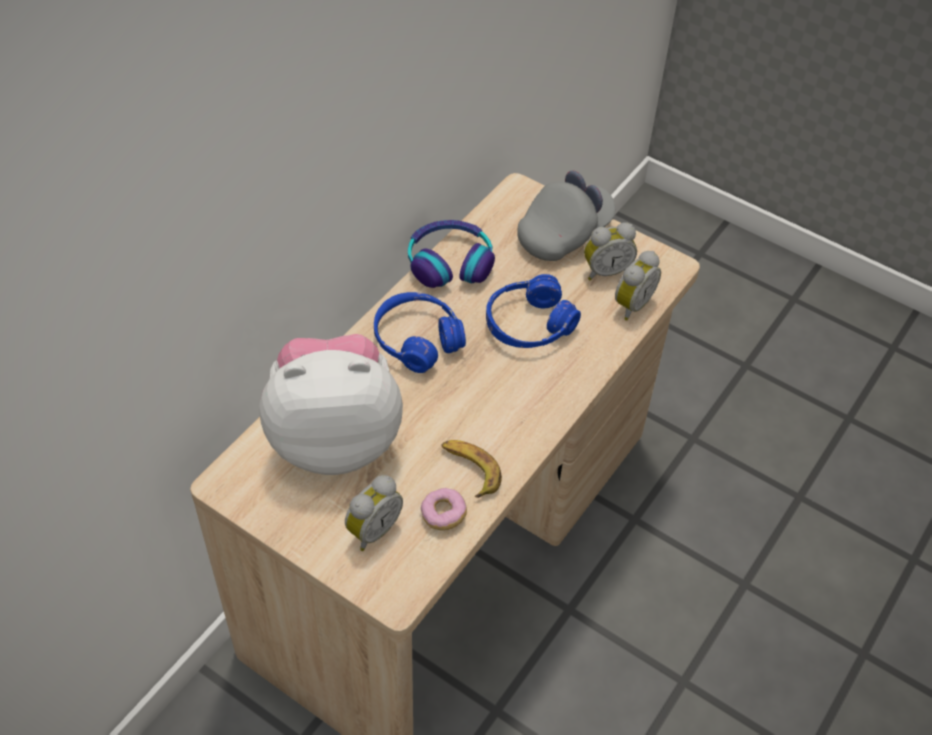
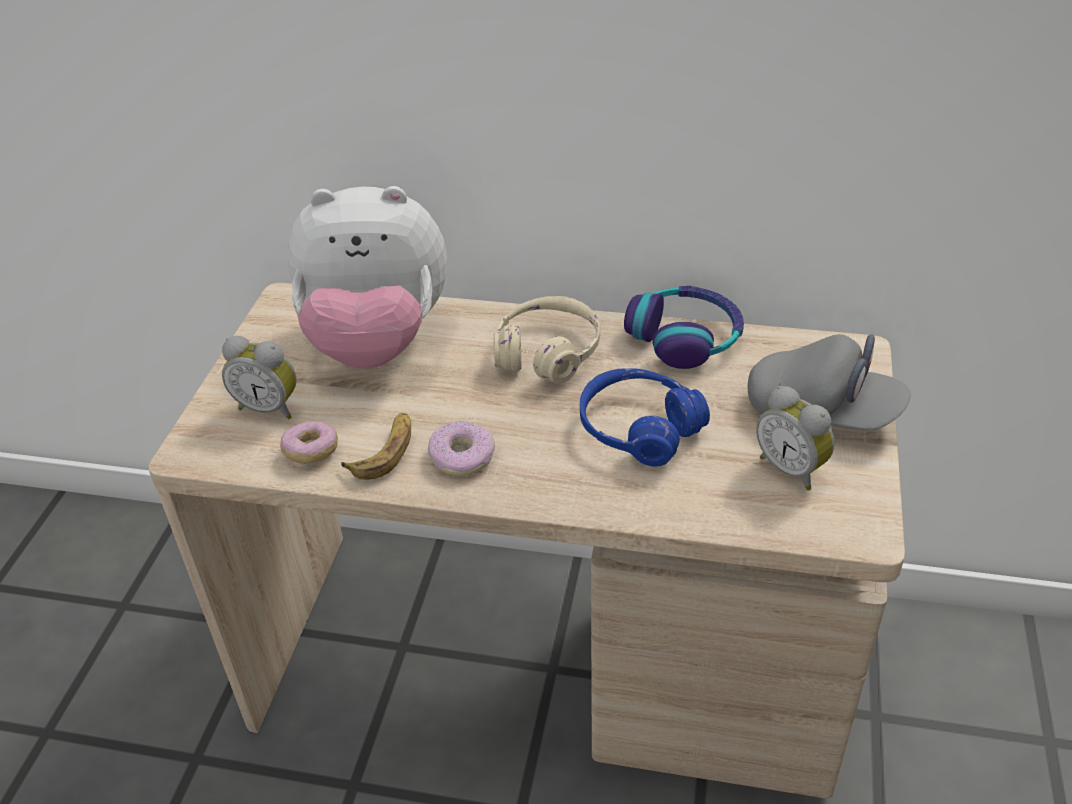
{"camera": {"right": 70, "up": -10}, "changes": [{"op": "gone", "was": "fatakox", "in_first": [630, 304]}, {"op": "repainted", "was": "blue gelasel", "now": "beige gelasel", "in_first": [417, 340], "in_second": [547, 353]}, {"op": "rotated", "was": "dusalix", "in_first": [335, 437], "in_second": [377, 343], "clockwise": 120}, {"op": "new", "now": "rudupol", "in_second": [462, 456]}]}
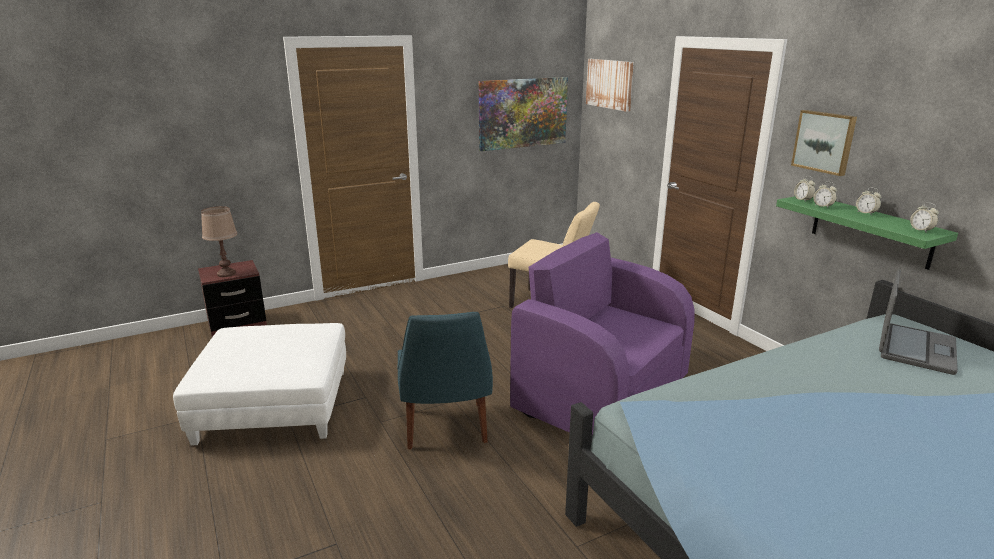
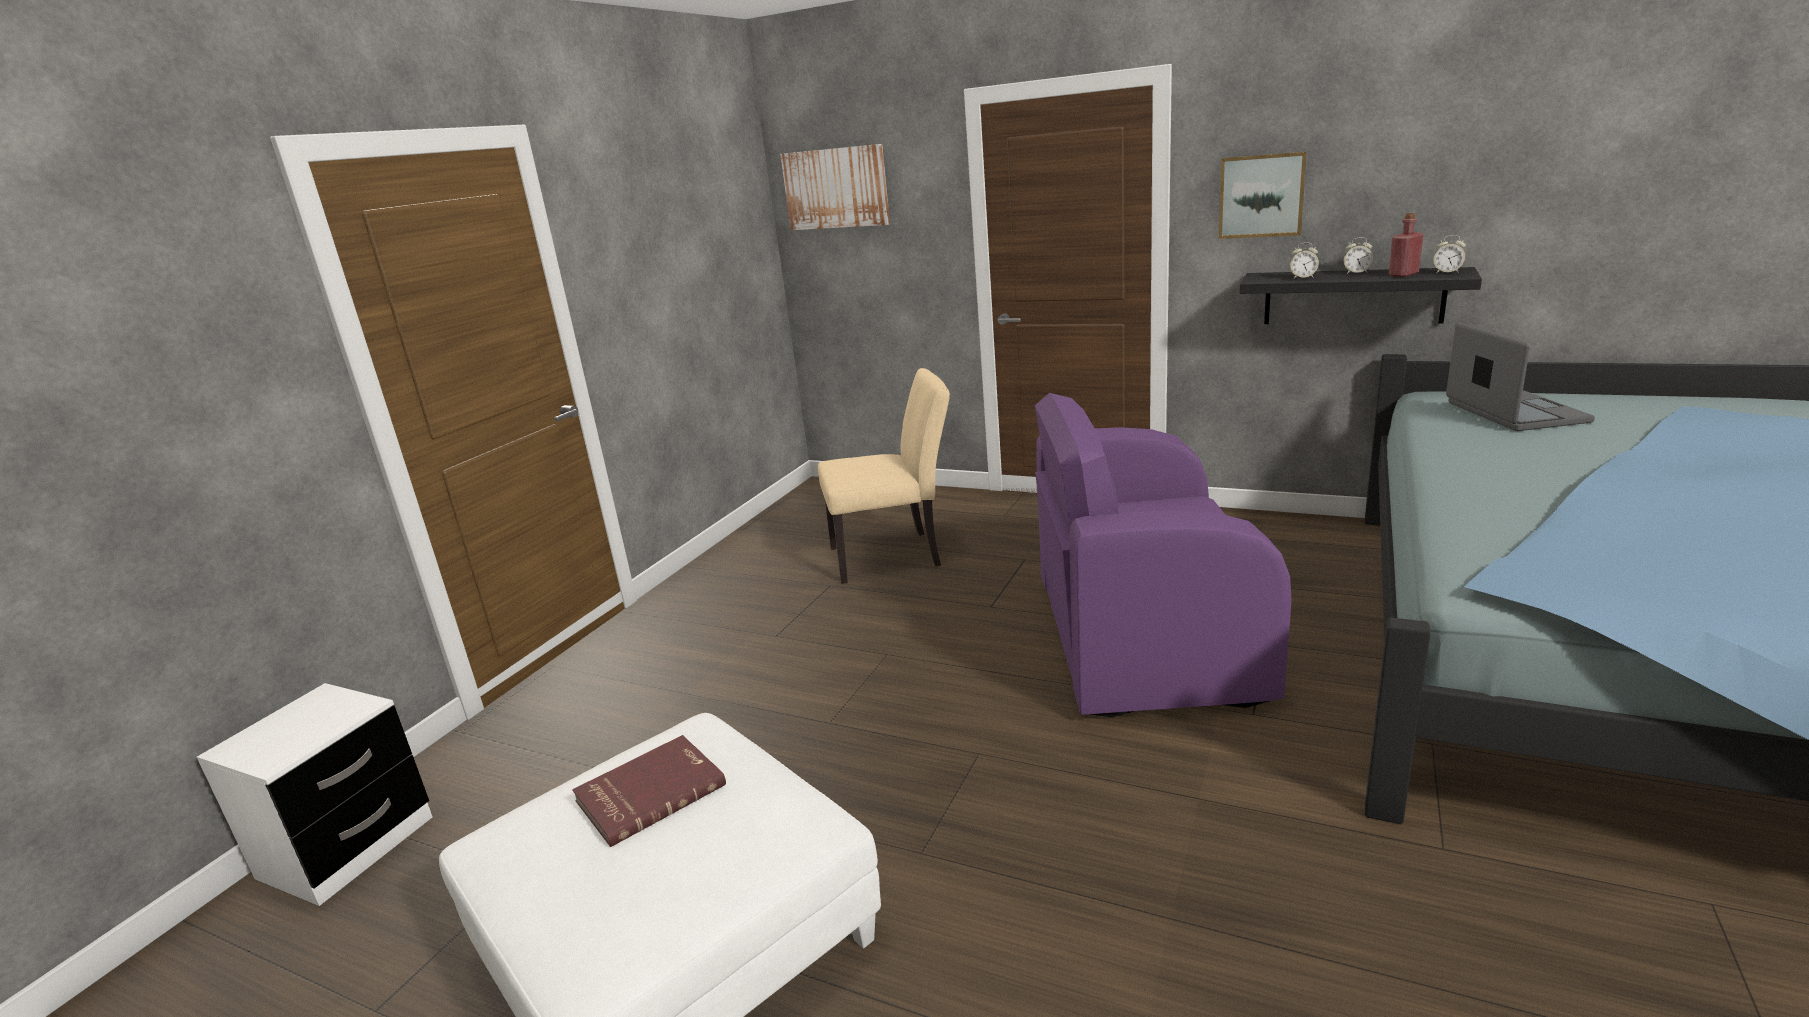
{"camera": {"right": -35, "up": 0}, "changes": [{"op": "gone", "was": "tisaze", "in_first": [523, 113]}, {"op": "gone", "was": "fatakox", "in_first": [802, 200]}, {"op": "repainted", "was": "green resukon", "now": "black resukon", "in_first": [870, 230], "in_second": [1352, 297]}, {"op": "gone", "was": "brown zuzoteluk", "in_first": [226, 274]}, {"op": "repainted", "was": "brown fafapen", "now": "white fafapen", "in_first": [237, 326], "in_second": [347, 848]}, {"op": "gone", "was": "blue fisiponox", "in_first": [445, 428]}, {"op": "new", "now": "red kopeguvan", "in_second": [1403, 274]}, {"op": "new", "now": "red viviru", "in_second": [649, 792]}]}
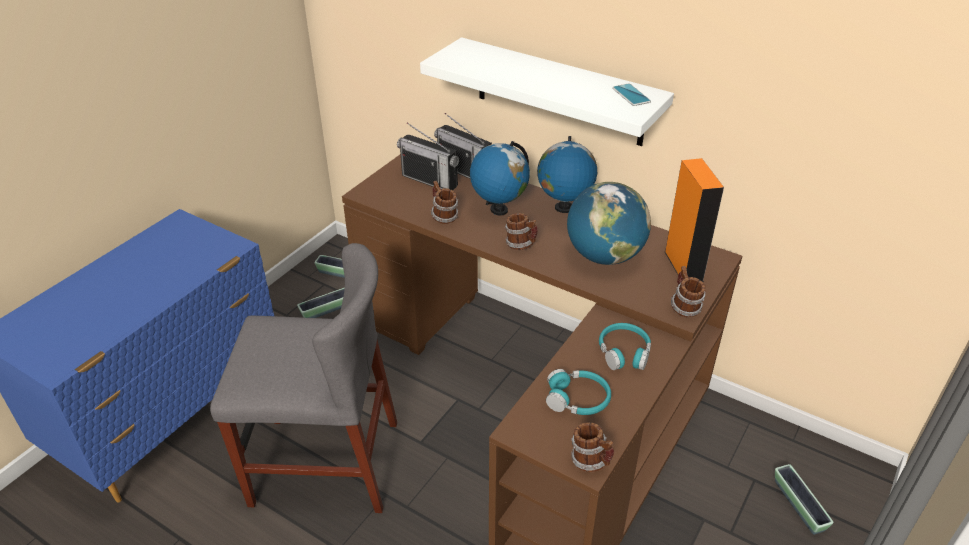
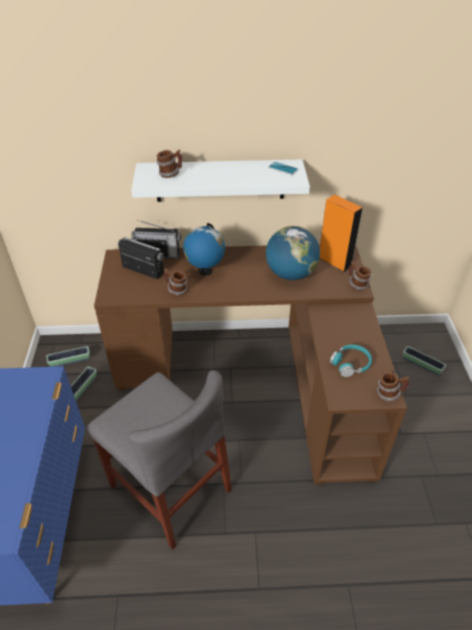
{"camera": {"right": -35, "up": 5}, "changes": [{"op": "rotated", "was": "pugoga", "in_first": [430, 180], "in_second": [143, 270], "clockwise": -150}, {"op": "gone", "was": "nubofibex", "in_first": [564, 208]}, {"op": "shifted", "was": "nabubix", "in_first": [521, 245], "in_second": [170, 174]}, {"op": "rotated", "was": "grey fisiponox", "in_first": [325, 463], "in_second": [170, 487], "clockwise": 75}, {"op": "gone", "was": "turquoise gelasel", "in_first": [624, 352]}]}
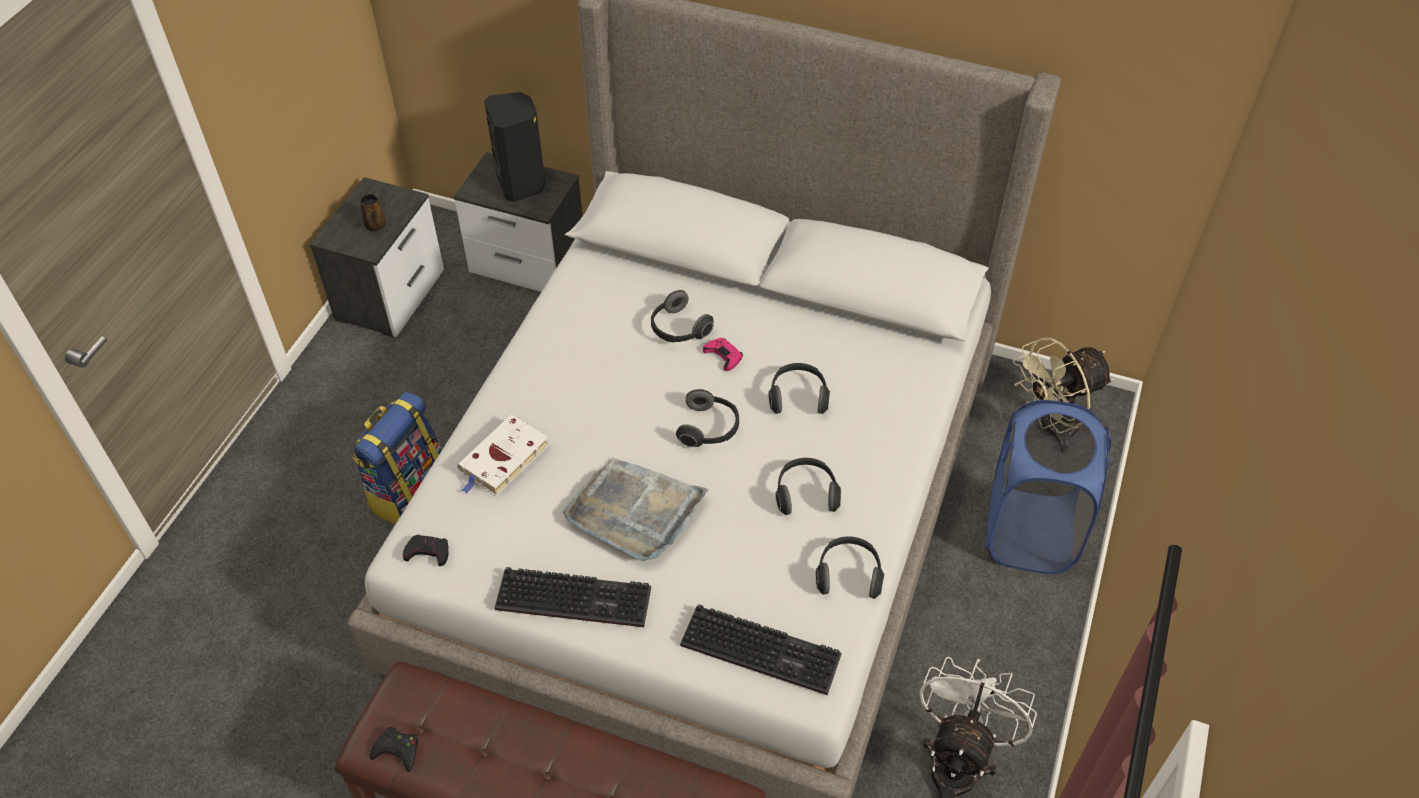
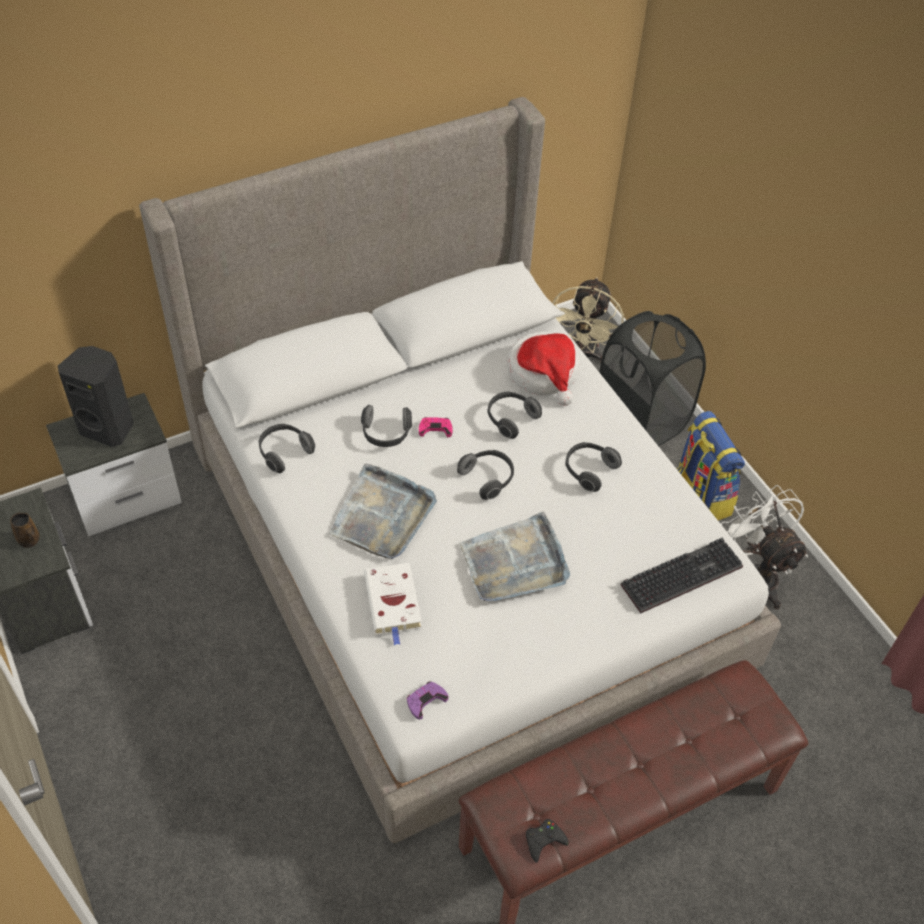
{"camera": {"right": -50, "up": 0}, "changes": [{"op": "shifted", "was": "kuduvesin", "in_first": [408, 491], "in_second": [700, 496]}, {"op": "repainted", "was": "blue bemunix", "now": "black bemunix", "in_first": [1030, 532], "in_second": [640, 420]}, {"op": "repainted", "was": "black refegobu", "now": "purple refegobu", "in_first": [428, 552], "in_second": [426, 701]}, {"op": "shifted", "was": "gelasel", "in_first": [848, 574], "in_second": [284, 452]}, {"op": "gone", "was": "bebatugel", "in_first": [576, 597]}, {"op": "new", "now": "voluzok", "in_second": [544, 374]}, {"op": "new", "now": "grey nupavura", "in_second": [383, 515]}]}
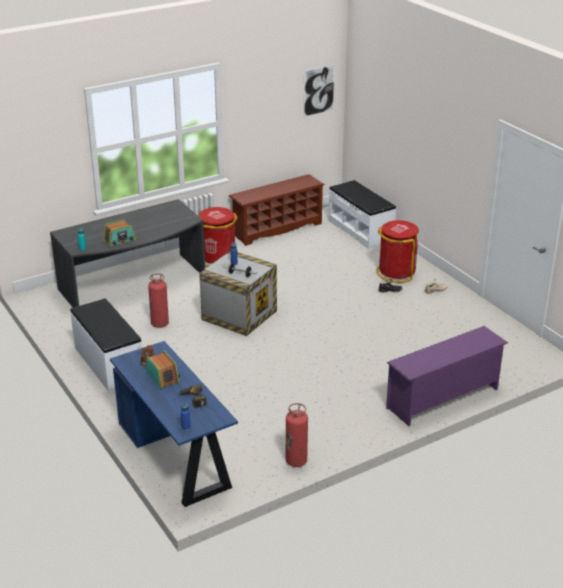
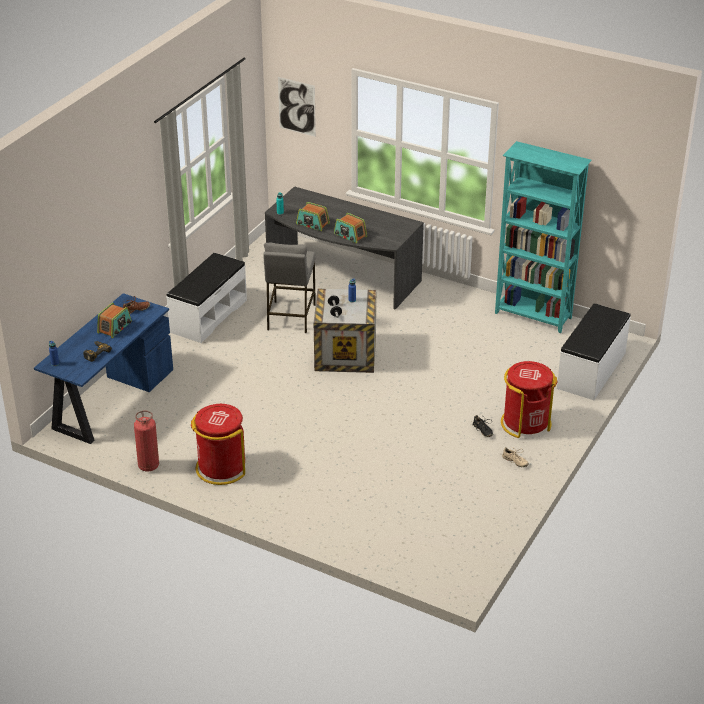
{"camera": {"right": 60, "up": 5}, "changes": [{"op": "shifted", "was": "tisaze", "in_first": [319, 90], "in_second": [296, 106]}, {"op": "swapped", "was": "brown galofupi", "now": "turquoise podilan", "in_first": [277, 229], "in_second": [533, 316]}, {"op": "shifted", "was": "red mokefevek", "in_first": [217, 258], "in_second": [221, 468]}, {"op": "swapped", "was": "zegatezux", "now": "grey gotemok", "in_first": [160, 324], "in_second": [290, 317]}, {"op": "gone", "was": "purple galofupi", "in_first": [443, 399]}, {"op": "new", "now": "pugoga", "in_second": [350, 235]}]}
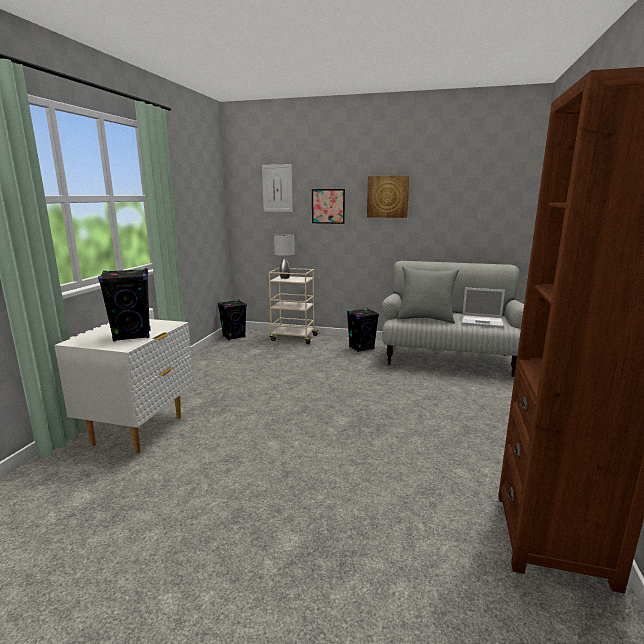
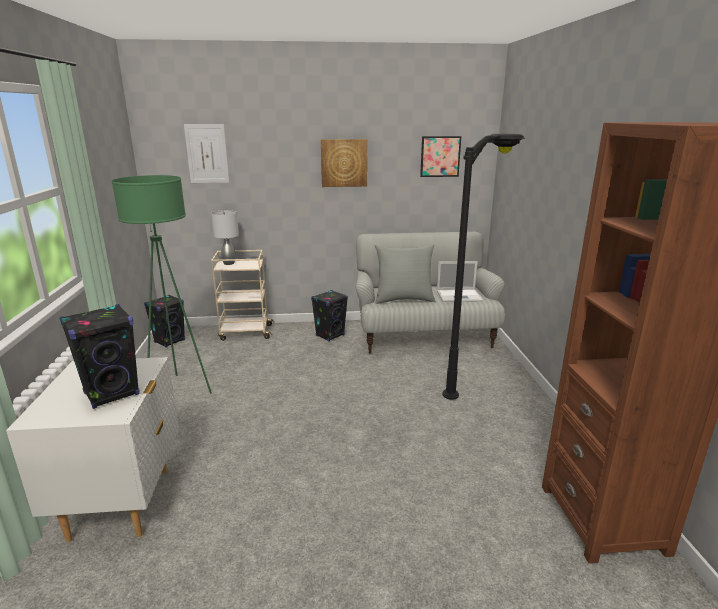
{"camera": {"right": -20, "up": 5}, "changes": [{"op": "shifted", "was": "tisaze", "in_first": [328, 206], "in_second": [440, 156]}, {"op": "new", "now": "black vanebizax", "in_second": [474, 375]}, {"op": "new", "now": "green vanebizax", "in_second": [179, 390]}]}
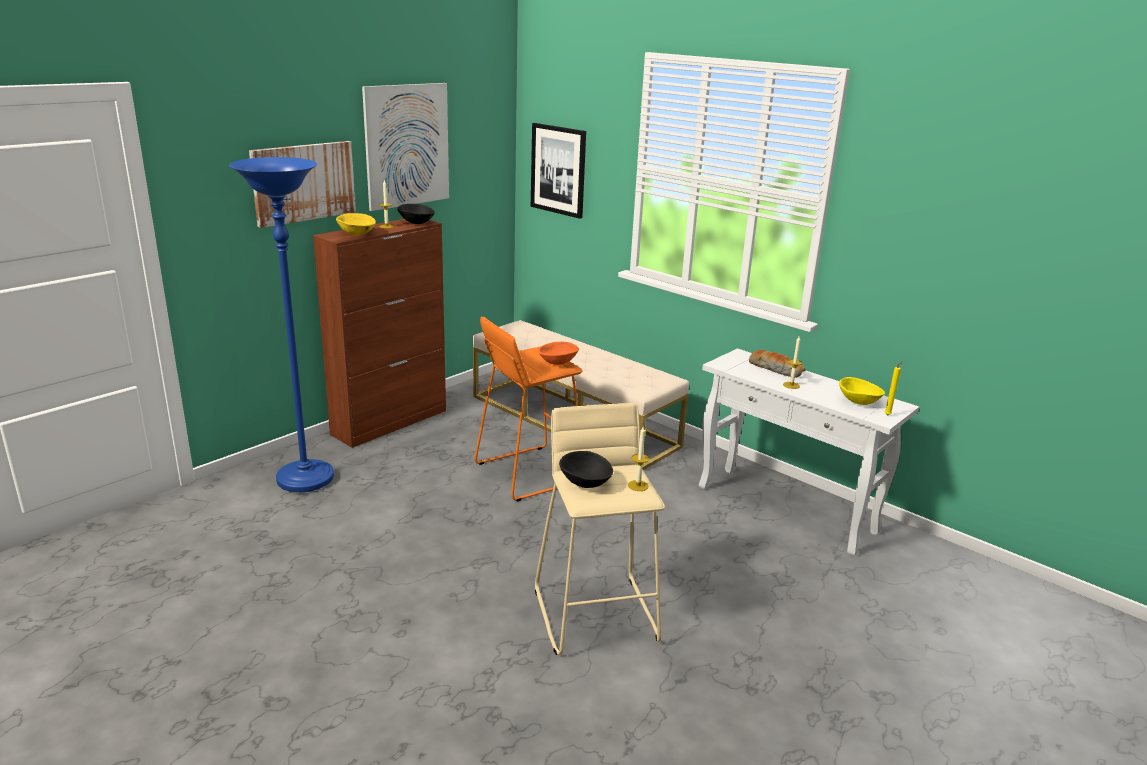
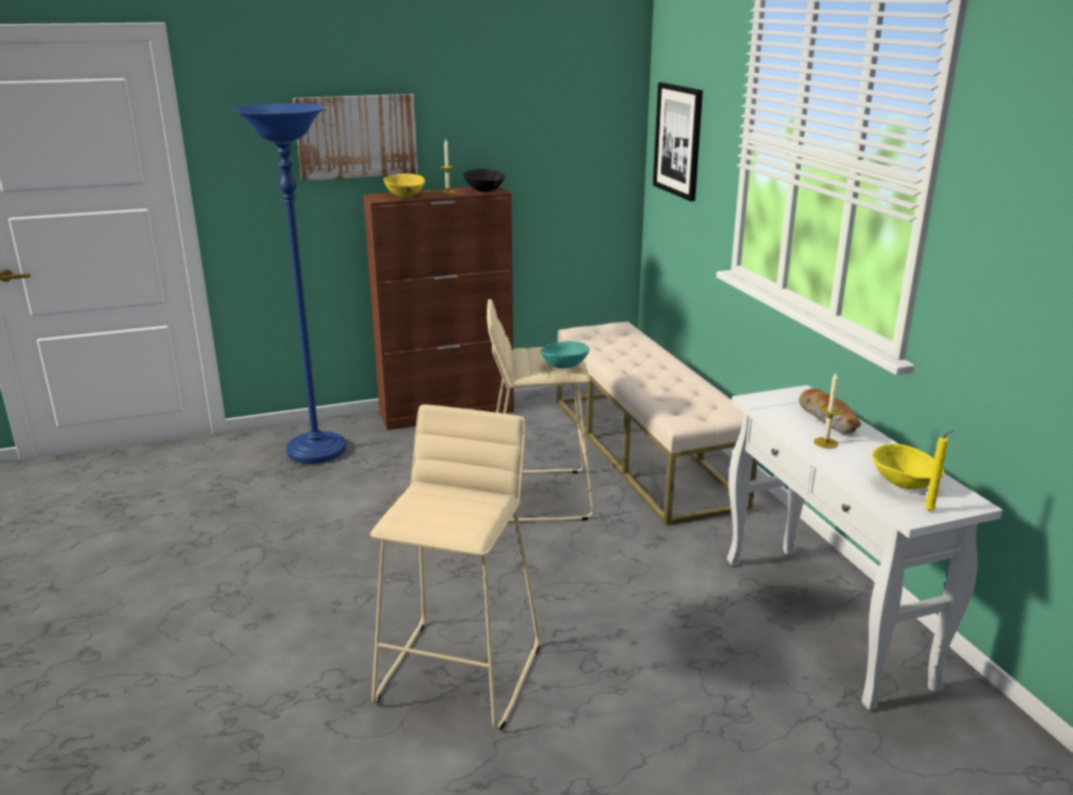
{"camera": {"right": 30, "up": 0}, "changes": [{"op": "gone", "was": "tisaze", "in_first": [407, 145]}, {"op": "repainted", "was": "orange gotemok", "now": "beige gotemok", "in_first": [528, 472], "in_second": [537, 495]}, {"op": "repainted", "was": "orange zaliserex", "now": "turquoise zaliserex", "in_first": [557, 363], "in_second": [564, 367]}, {"op": "gone", "was": "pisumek", "in_first": [638, 485]}, {"op": "gone", "was": "black zaliserex", "in_first": [585, 483]}]}
